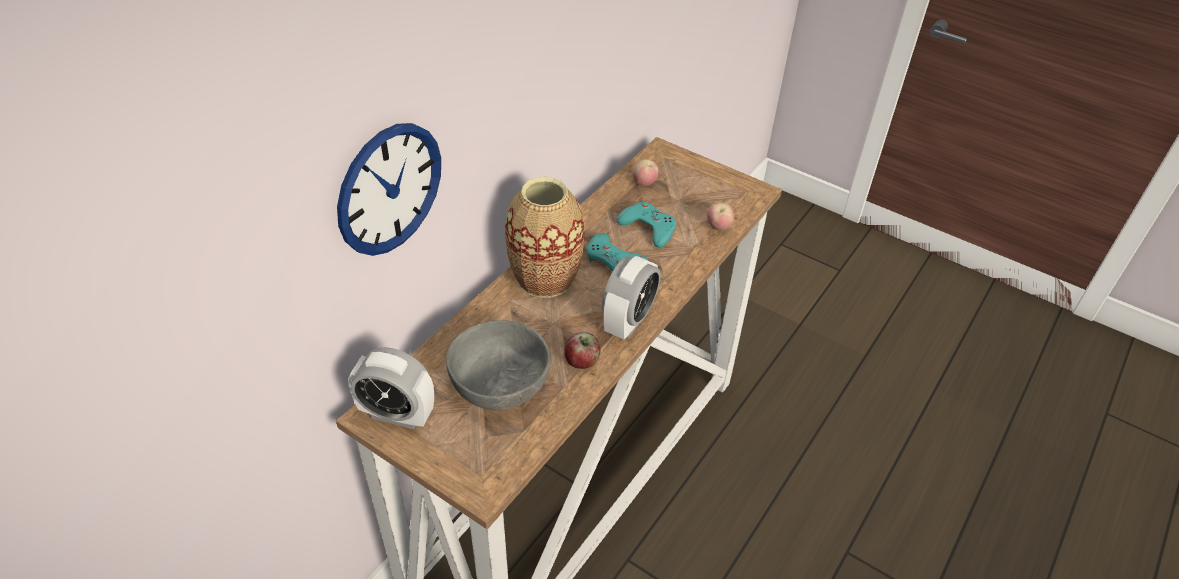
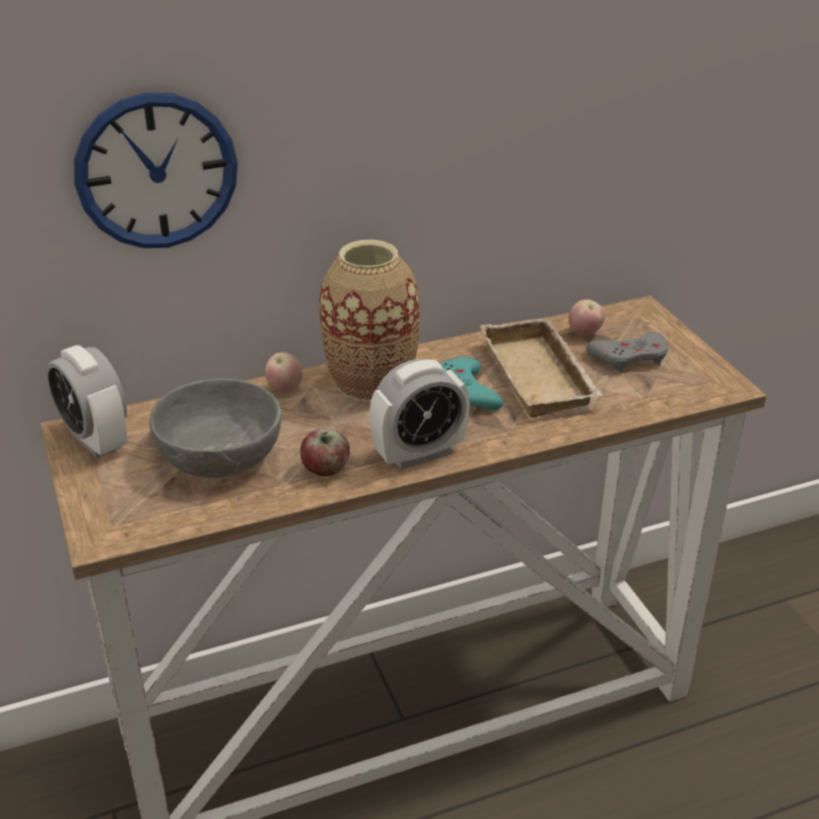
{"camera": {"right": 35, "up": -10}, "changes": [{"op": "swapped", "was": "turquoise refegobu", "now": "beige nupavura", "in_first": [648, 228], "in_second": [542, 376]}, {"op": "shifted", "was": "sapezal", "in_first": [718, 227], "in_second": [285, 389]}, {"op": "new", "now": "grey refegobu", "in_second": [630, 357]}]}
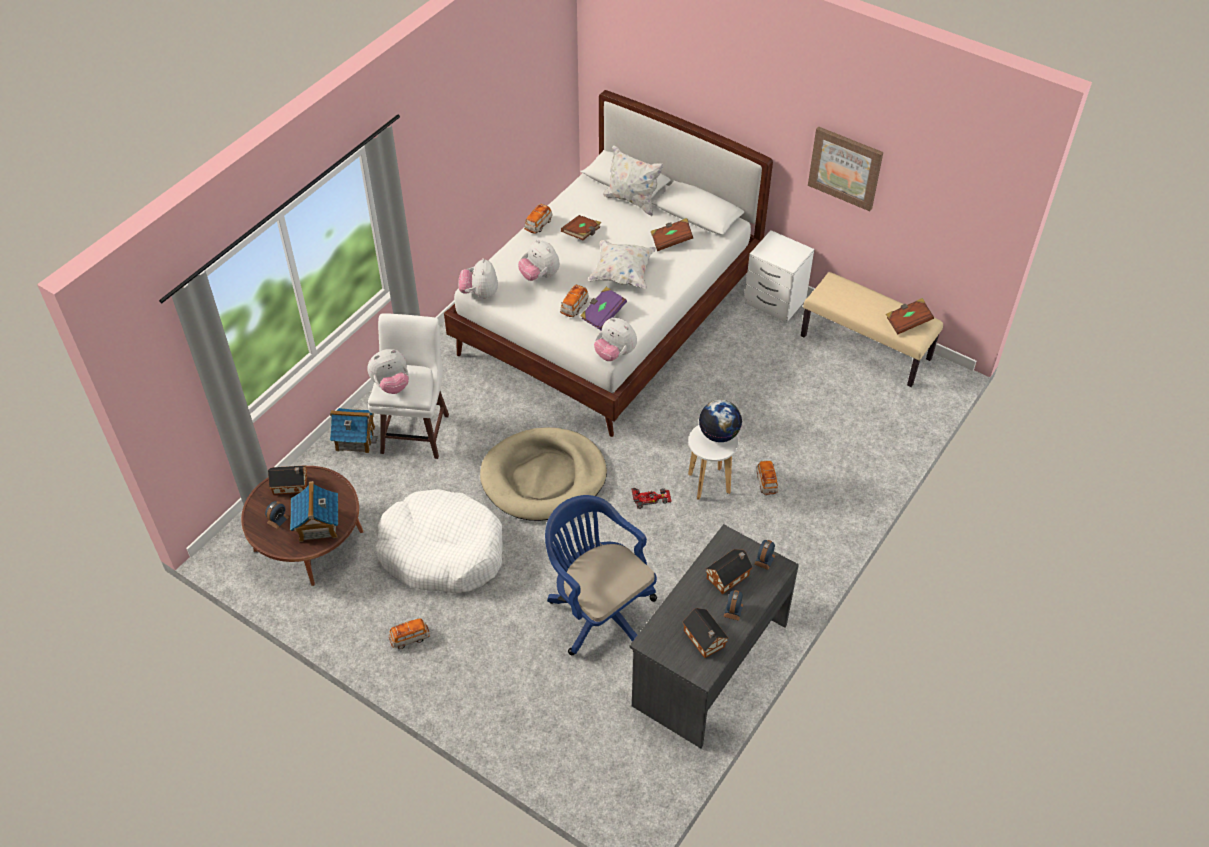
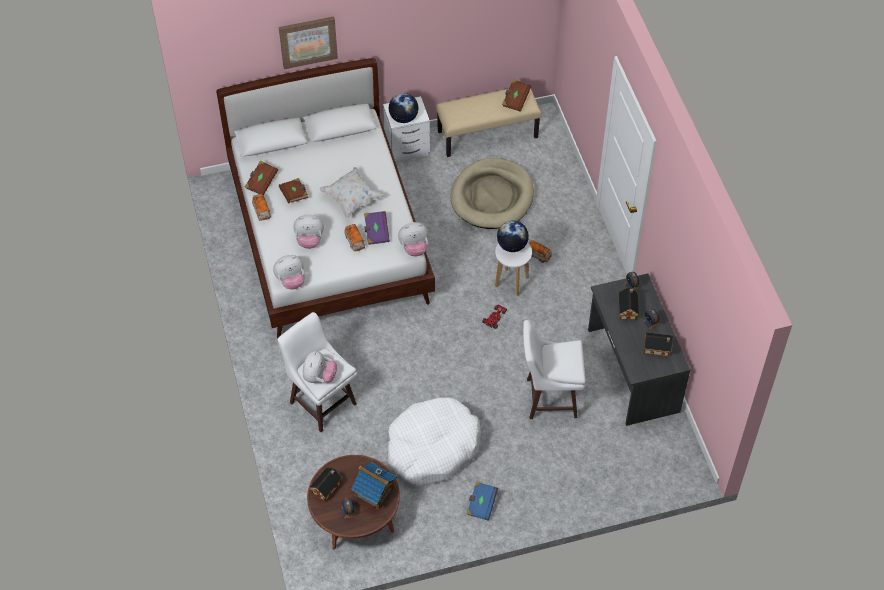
{"camera": {"right": -50, "up": 5}, "changes": [{"op": "shifted", "was": "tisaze", "in_first": [845, 167], "in_second": [308, 41]}, {"op": "gone", "was": "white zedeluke", "in_first": [632, 201]}, {"op": "shifted", "was": "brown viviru", "in_first": [671, 241], "in_second": [261, 182]}, {"op": "rotated", "was": "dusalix", "in_first": [480, 293], "in_second": [291, 281], "clockwise": -60}, {"op": "gone", "was": "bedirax", "in_first": [355, 438]}, {"op": "shifted", "was": "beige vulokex", "in_first": [543, 477], "in_second": [492, 196]}, {"op": "swapped", "was": "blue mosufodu", "now": "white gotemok", "in_first": [598, 611], "in_second": [549, 398]}, {"op": "swapped", "was": "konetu", "now": "blue viviru", "in_first": [410, 638], "in_second": [481, 504]}, {"op": "new", "now": "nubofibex", "in_second": [403, 118]}]}
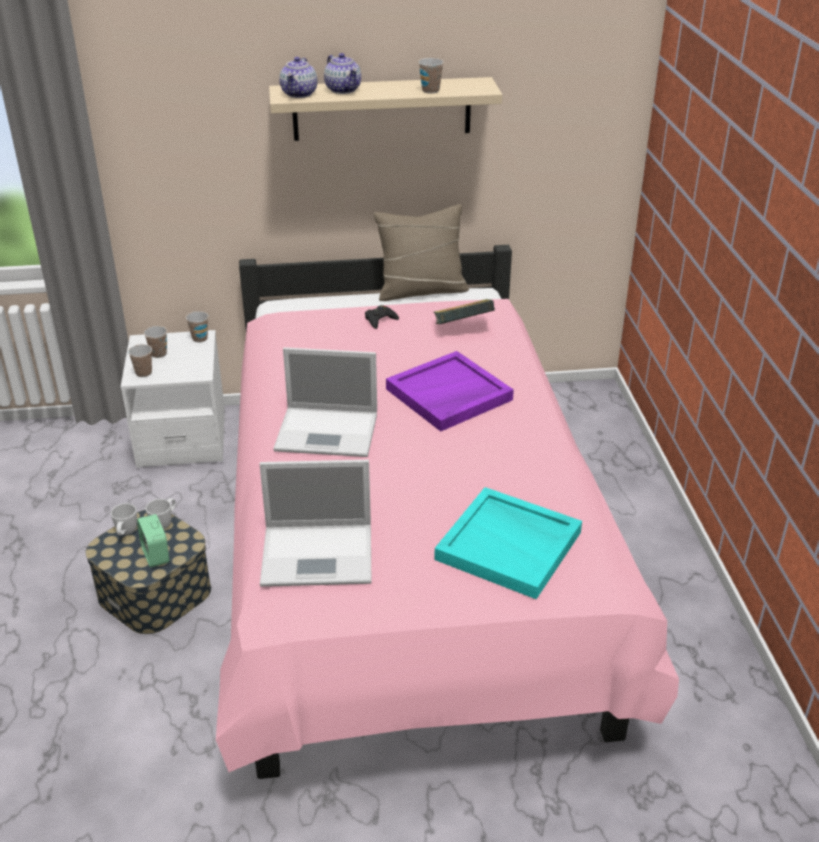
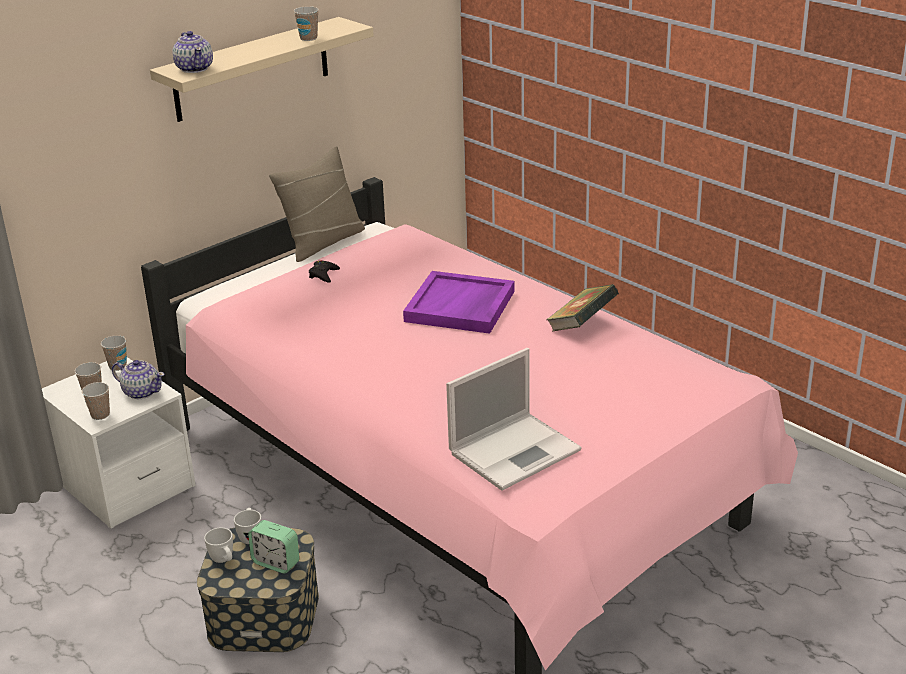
{"camera": {"right": -35, "up": -5}, "changes": [{"op": "shifted", "was": "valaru", "in_first": [343, 89], "in_second": [141, 392]}, {"op": "shifted", "was": "viviru", "in_first": [462, 328], "in_second": [581, 326]}, {"op": "gone", "was": "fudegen", "in_first": [329, 432]}, {"op": "gone", "was": "turquoise nupavura", "in_first": [510, 545]}]}
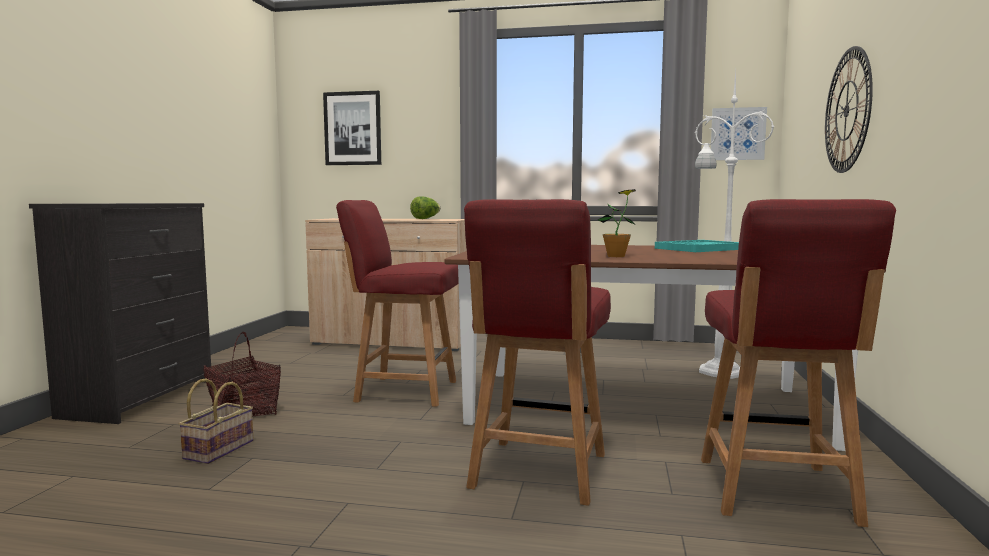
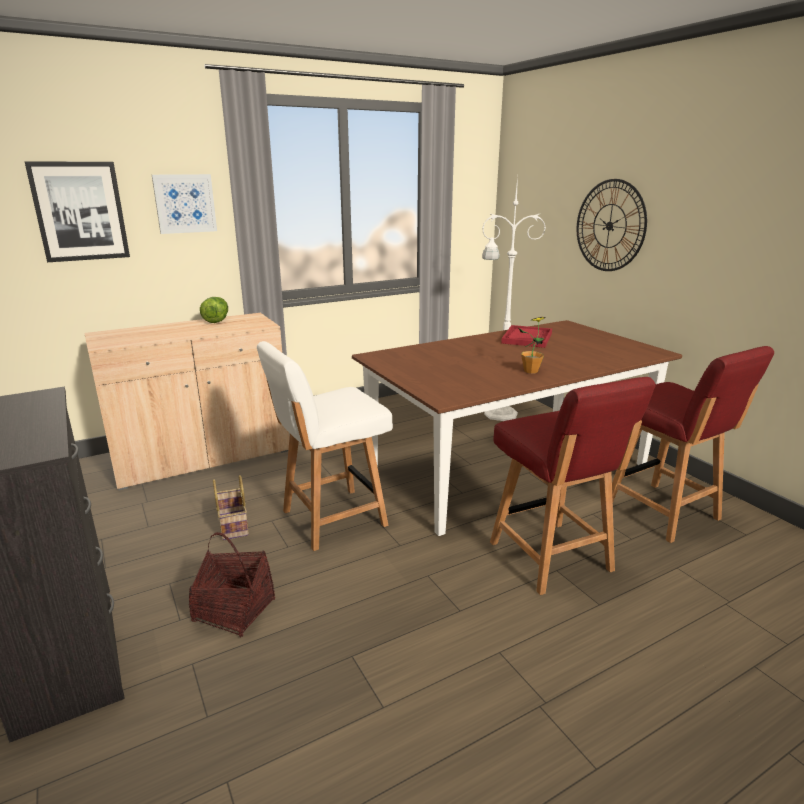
{"camera": {"right": -40, "up": 15}, "changes": [{"op": "shifted", "was": "tisaze", "in_first": [737, 134], "in_second": [185, 203]}, {"op": "repainted", "was": "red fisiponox", "now": "white fisiponox", "in_first": [404, 391], "in_second": [331, 519]}, {"op": "repainted", "was": "turquoise nupavura", "now": "red nupavura", "in_first": [698, 249], "in_second": [527, 338]}, {"op": "shifted", "was": "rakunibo", "in_first": [219, 449], "in_second": [232, 525]}]}
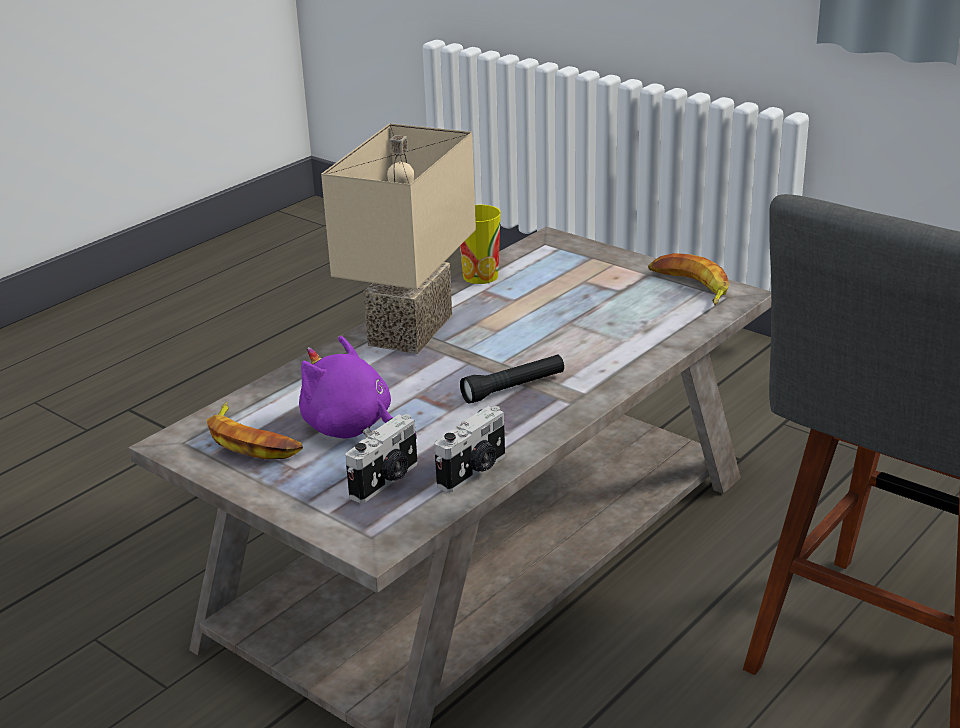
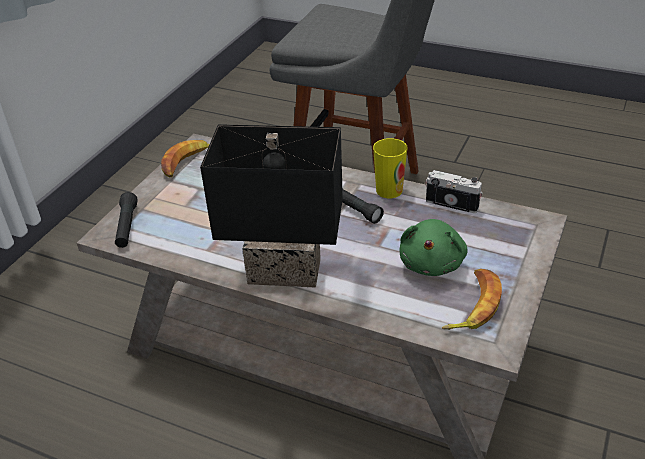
{"camera": {"right": -105, "up": 10}, "changes": [{"op": "repainted", "was": "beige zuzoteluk", "now": "black zuzoteluk", "in_first": [407, 329], "in_second": [282, 274]}, {"op": "shifted", "was": "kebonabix", "in_first": [480, 276], "in_second": [389, 190]}, {"op": "repainted", "was": "purple dusalix", "now": "green dusalix", "in_first": [352, 428], "in_second": [432, 263]}, {"op": "gone", "was": "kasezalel", "in_first": [387, 481]}, {"op": "new", "now": "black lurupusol", "in_second": [127, 226]}]}
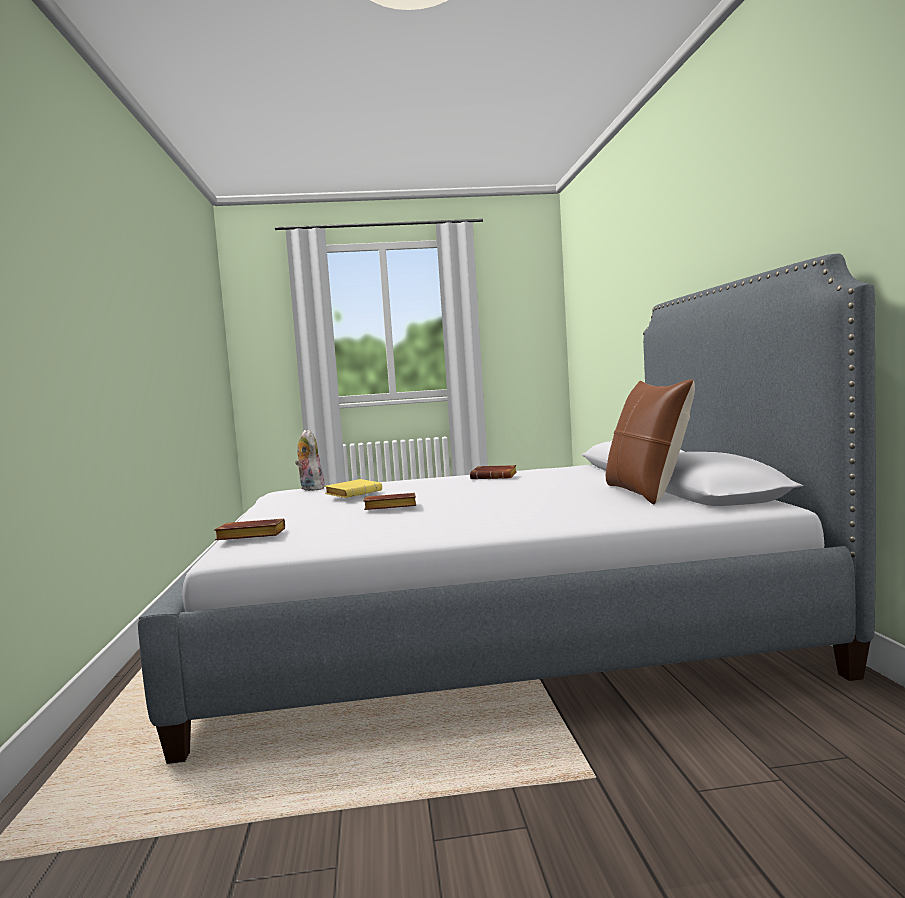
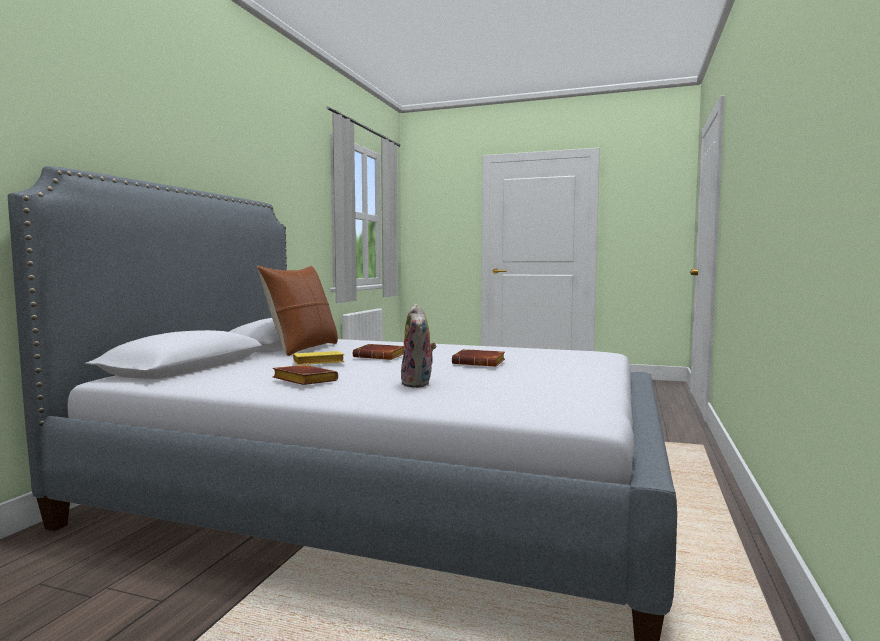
{"camera": {"right": -155, "up": 0}, "changes": [{"op": "shifted", "was": "dusalix", "in_first": [310, 489], "in_second": [418, 384]}, {"op": "shifted", "was": "yellow viviru", "in_first": [354, 493], "in_second": [317, 363]}, {"op": "shifted", "was": "brown viviru", "in_first": [249, 537], "in_second": [381, 356]}]}
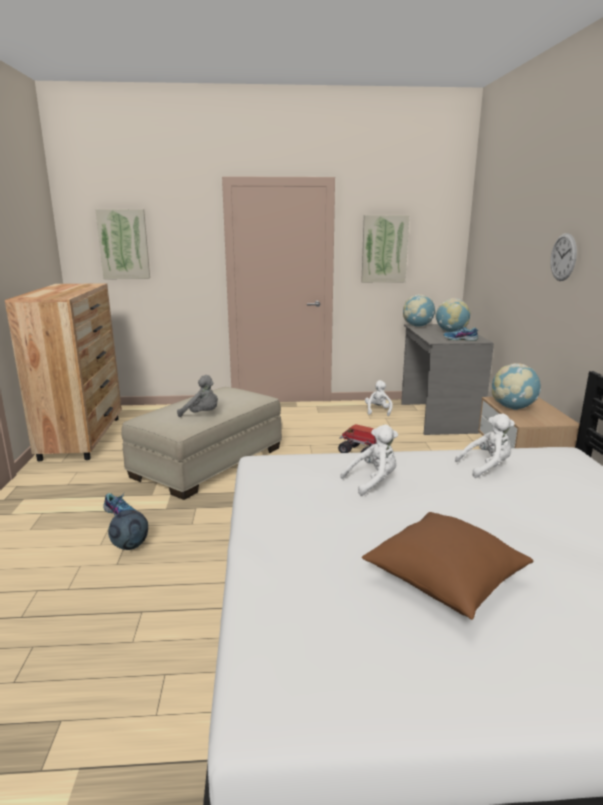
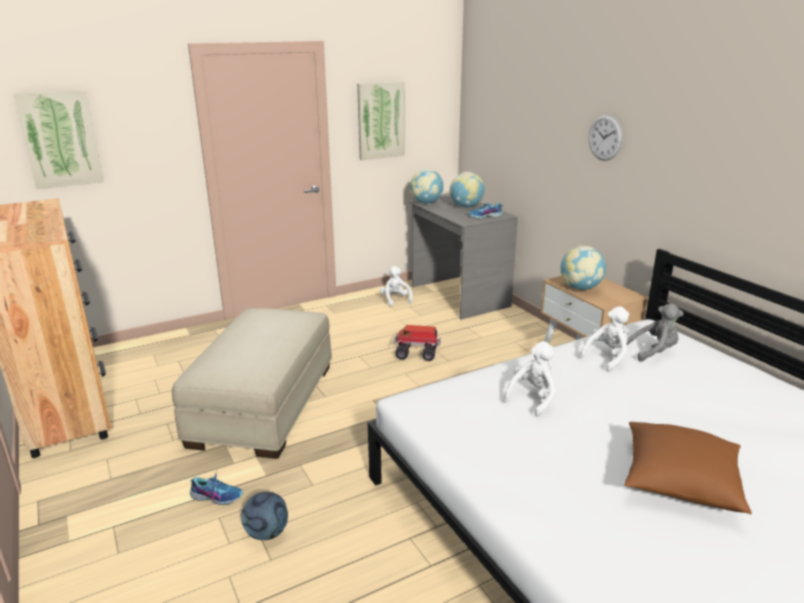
{"camera": {"right": -25, "up": 5}, "changes": [{"op": "shifted", "was": "grey dusalix", "in_first": [202, 414], "in_second": [654, 352]}]}
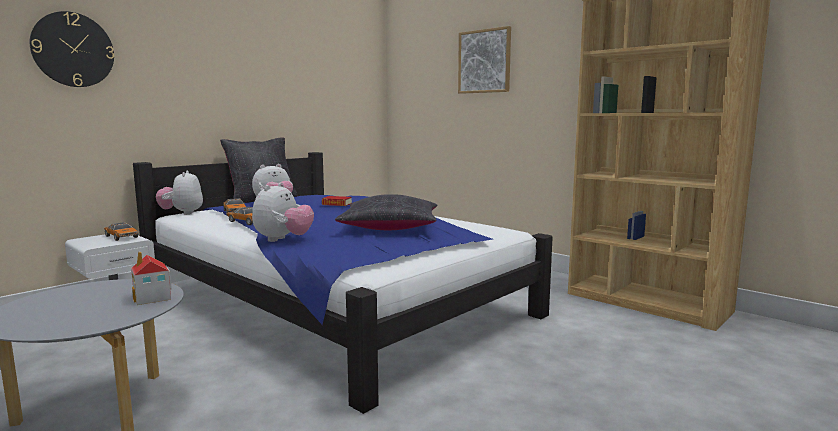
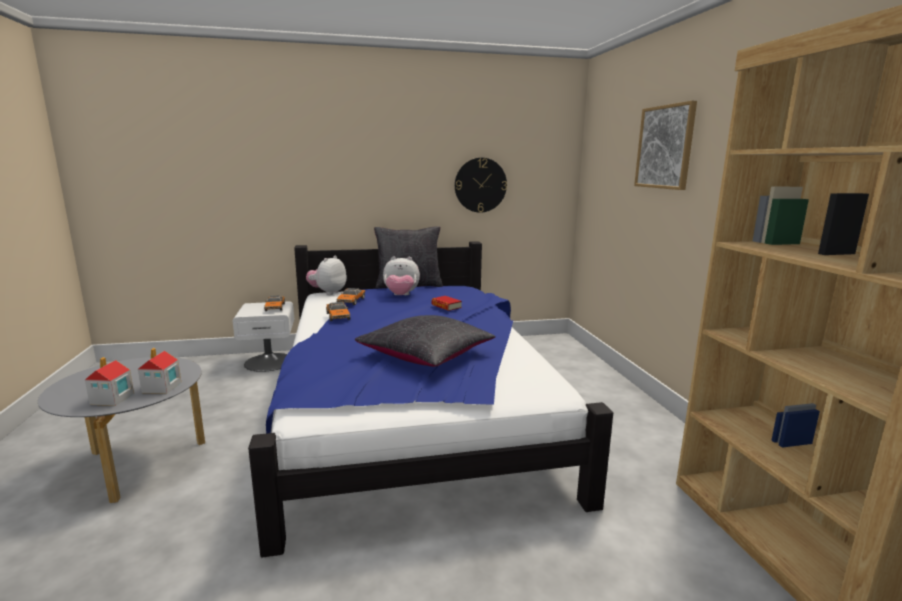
{"camera": {"right": 35, "up": 5}, "changes": [{"op": "shifted", "was": "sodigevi", "in_first": [73, 50], "in_second": [480, 185]}, {"op": "gone", "was": "dusalix", "in_first": [283, 240]}, {"op": "new", "now": "bedirax", "in_second": [112, 399]}]}
